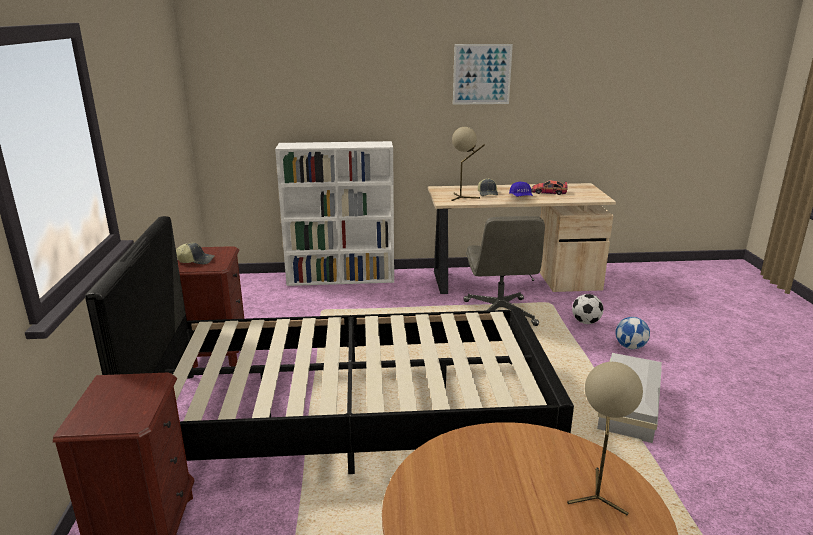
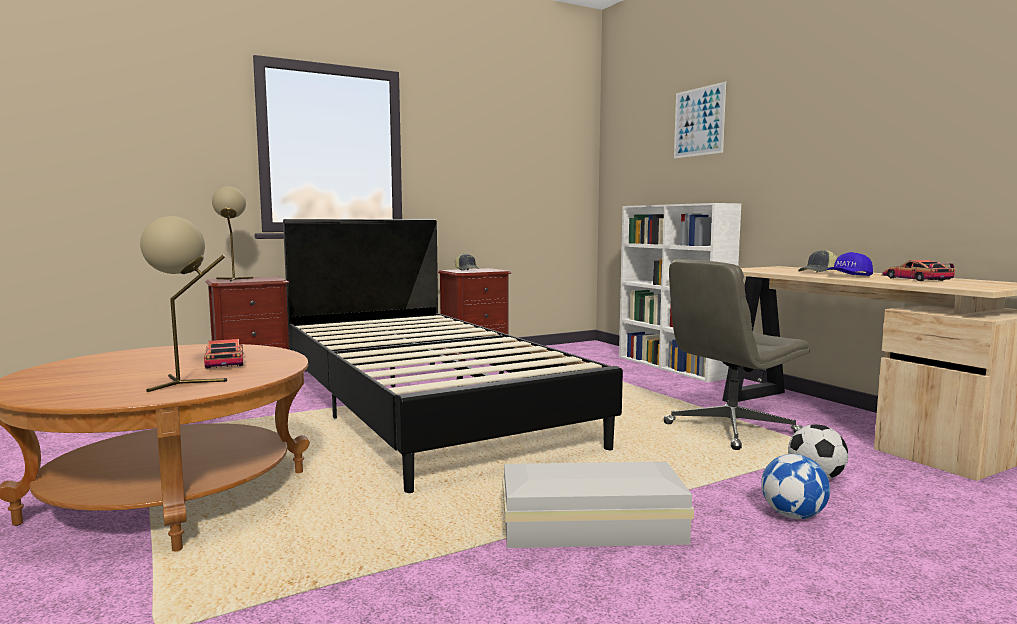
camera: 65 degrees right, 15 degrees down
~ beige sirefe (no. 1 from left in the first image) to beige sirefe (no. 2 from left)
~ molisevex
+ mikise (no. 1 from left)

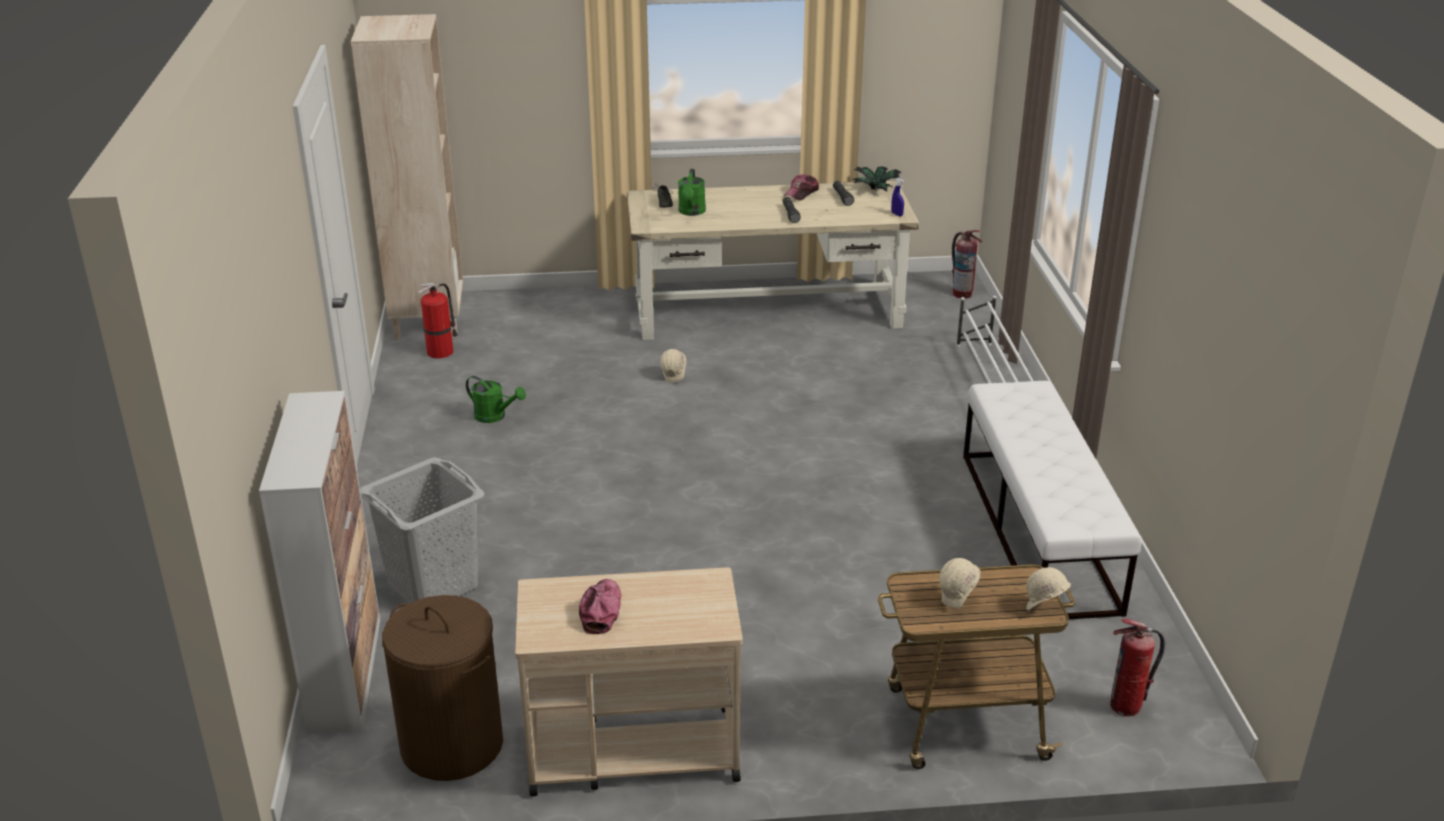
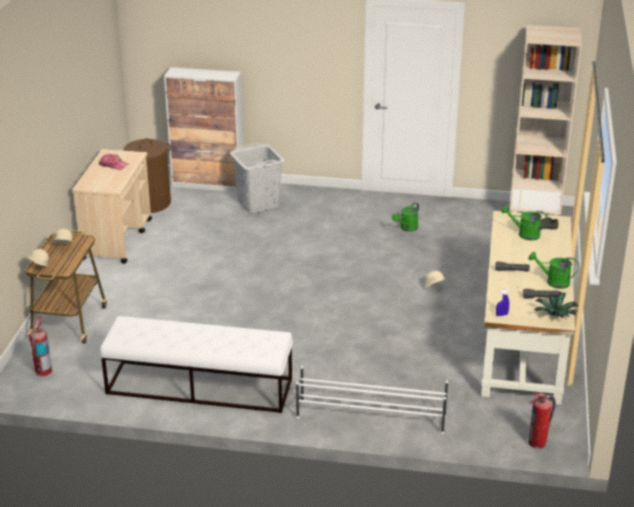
camera: 105 degrees right, 0 degrees up
- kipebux (no. 1 from left)
~ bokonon (no. 2 from left) to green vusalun (no. 3 from left)

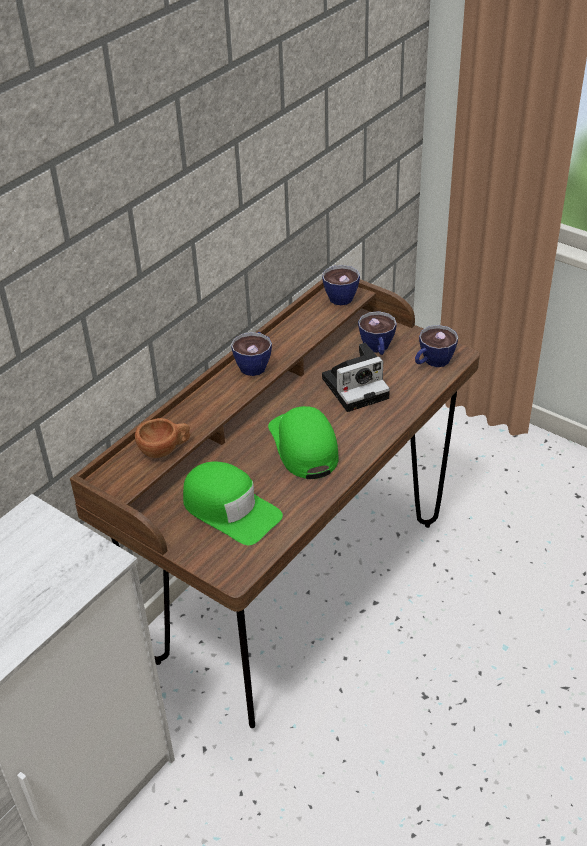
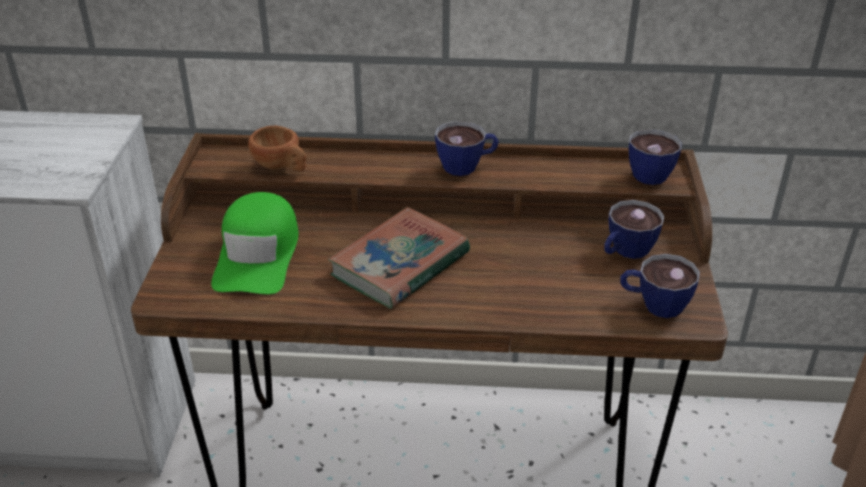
camera: 55 degrees right, 5 degrees down
~ green bokonon (no. 2 from left) to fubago
- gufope

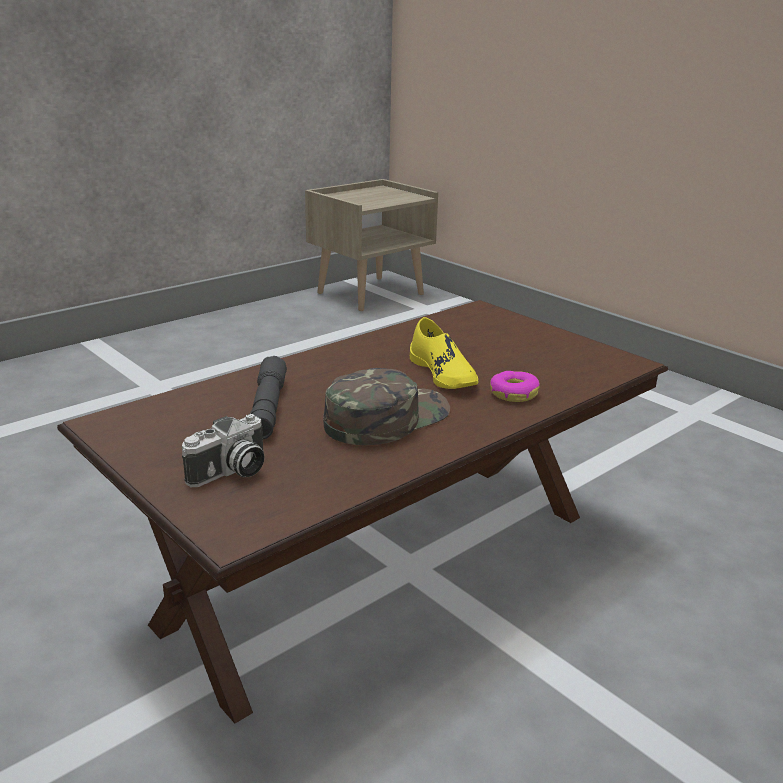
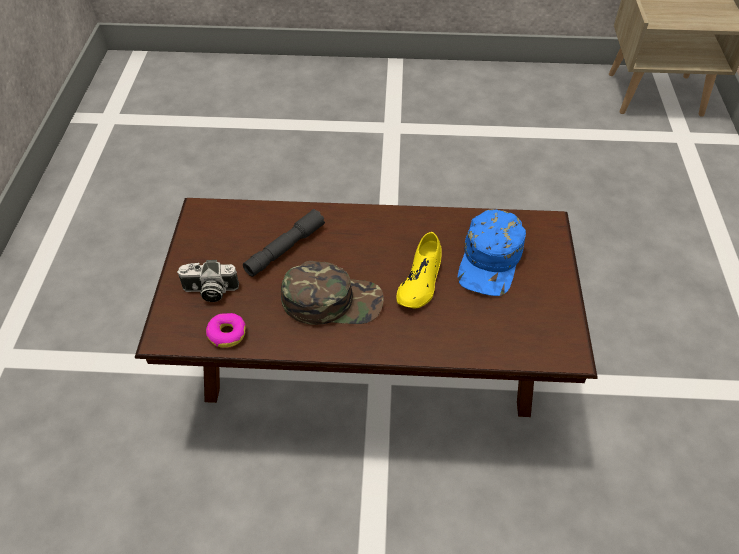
camera: 45 degrees right, 25 degrees up
~ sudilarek
+ blue bokonon

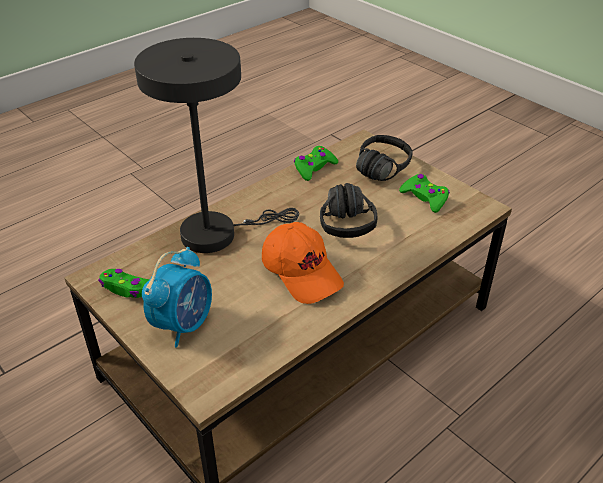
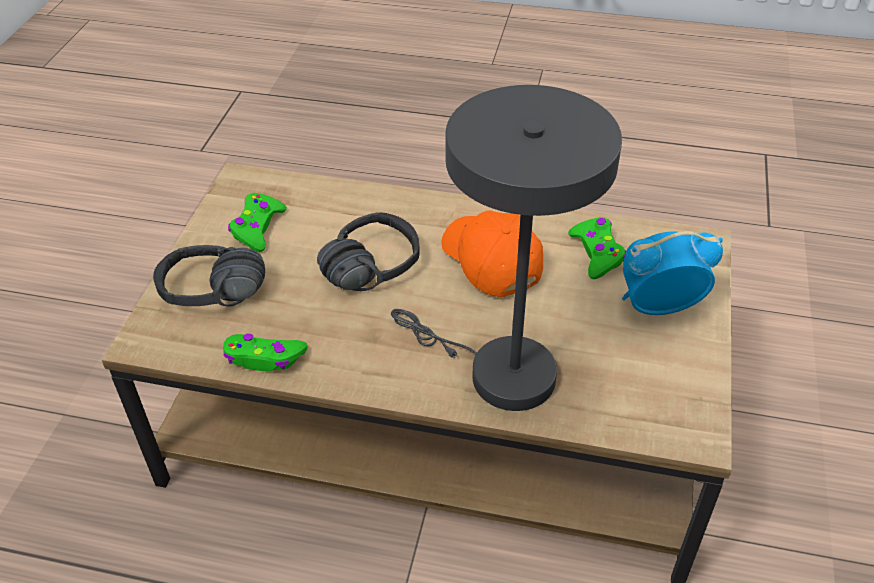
camera: 125 degrees left, 5 degrees up
~ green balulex (no. 1 from left in the first image) to green balulex (no. 3 from left)
~ orange bokonon 45 degrees counterclockwise

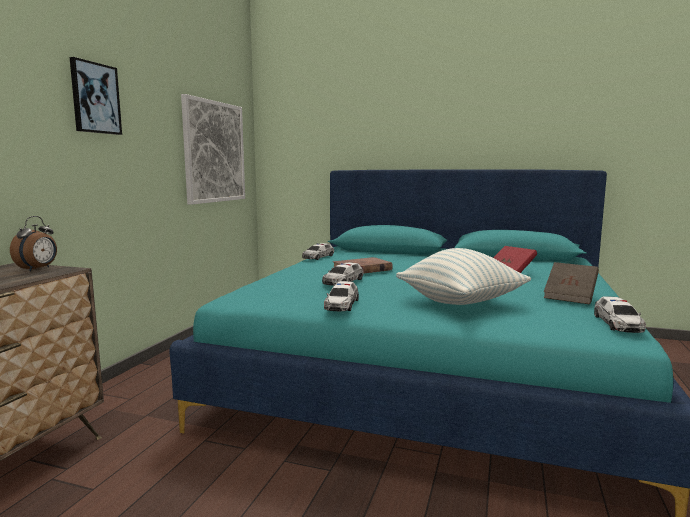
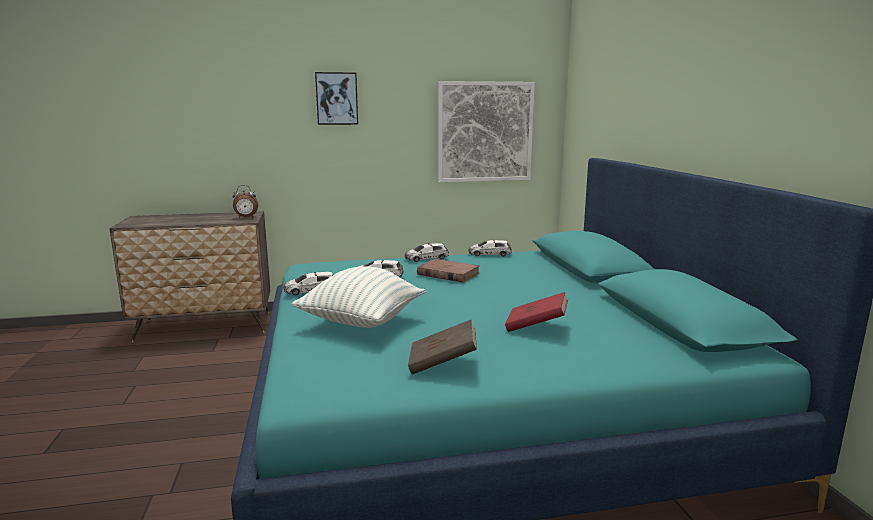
camera: 60 degrees right, 5 degrees up
~ mikise (no. 4 from left in the first image) to mikise (no. 3 from left)

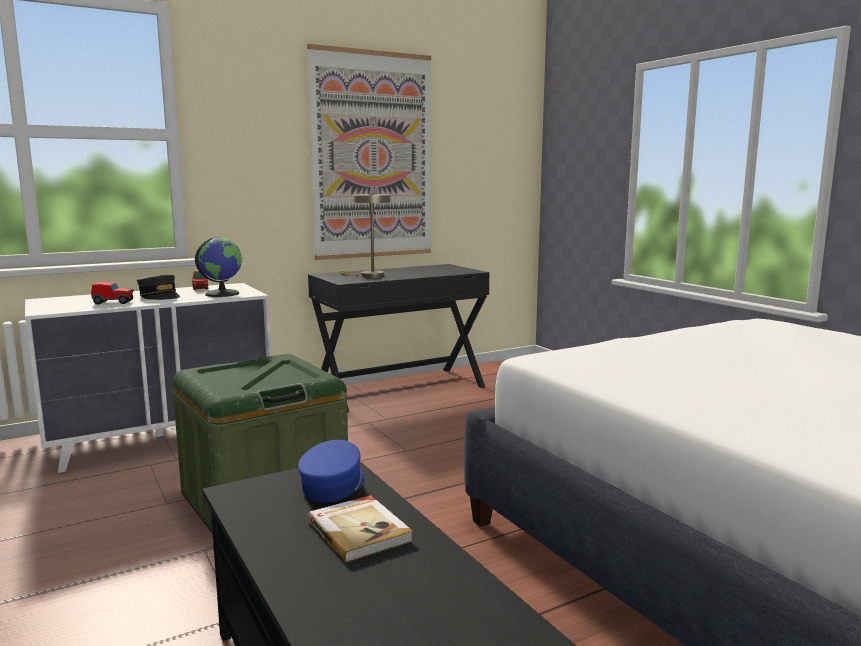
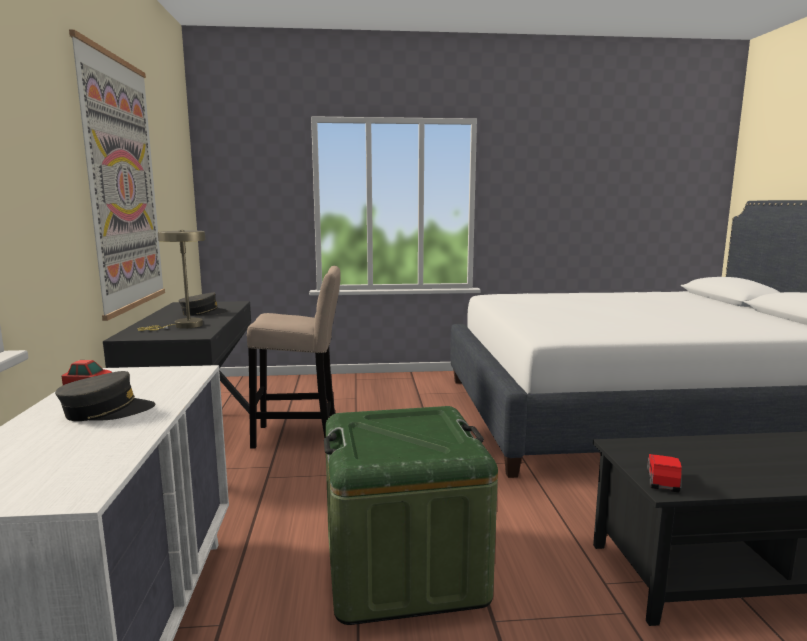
camera: 65 degrees left, 0 degrees up
~ mikise (no. 1 from left in the first image) to mikise (no. 2 from left)
- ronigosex
- blue bokonon
- fubago
+ grey bokonon (no. 2 from left)
+ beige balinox

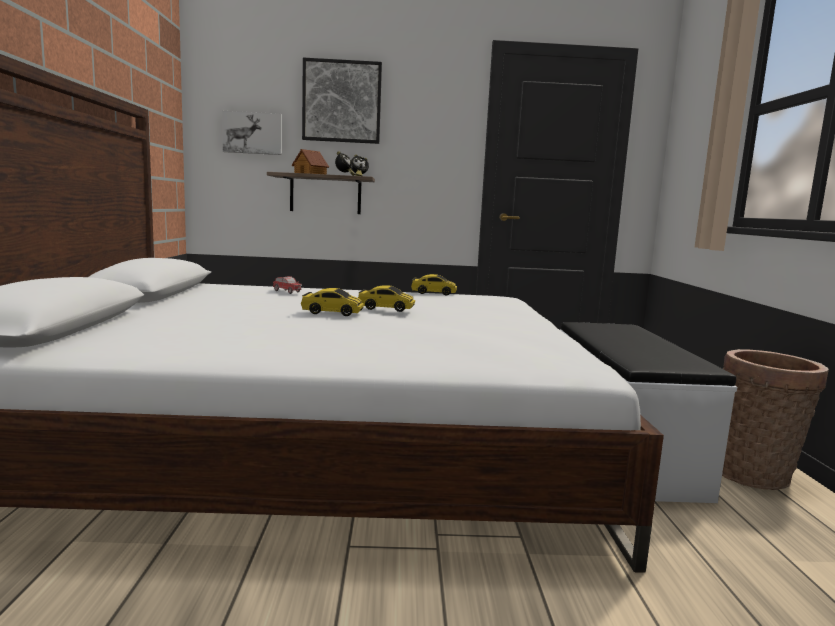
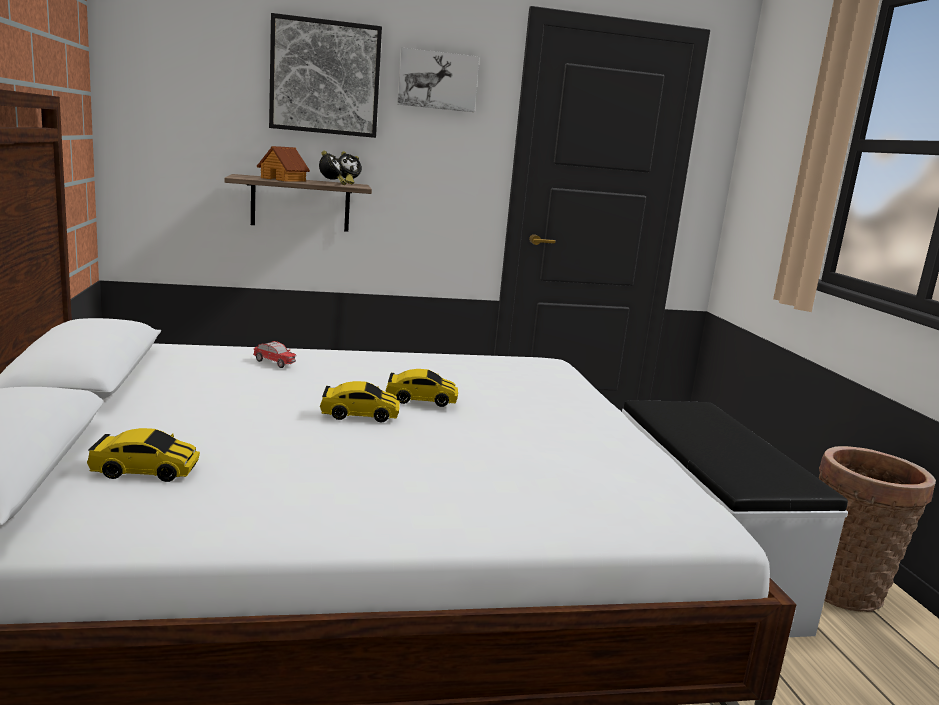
camera: 10 degrees left, 5 degrees up
~ molisevex (no. 1 from left in the first image) to molisevex (no. 2 from left)
~ mikise (no. 4 from left in the first image) to mikise (no. 1 from left)

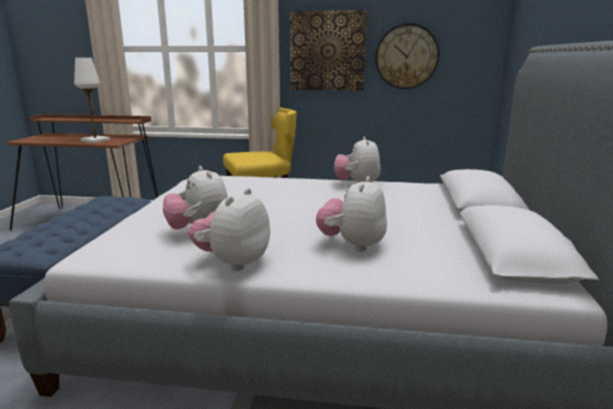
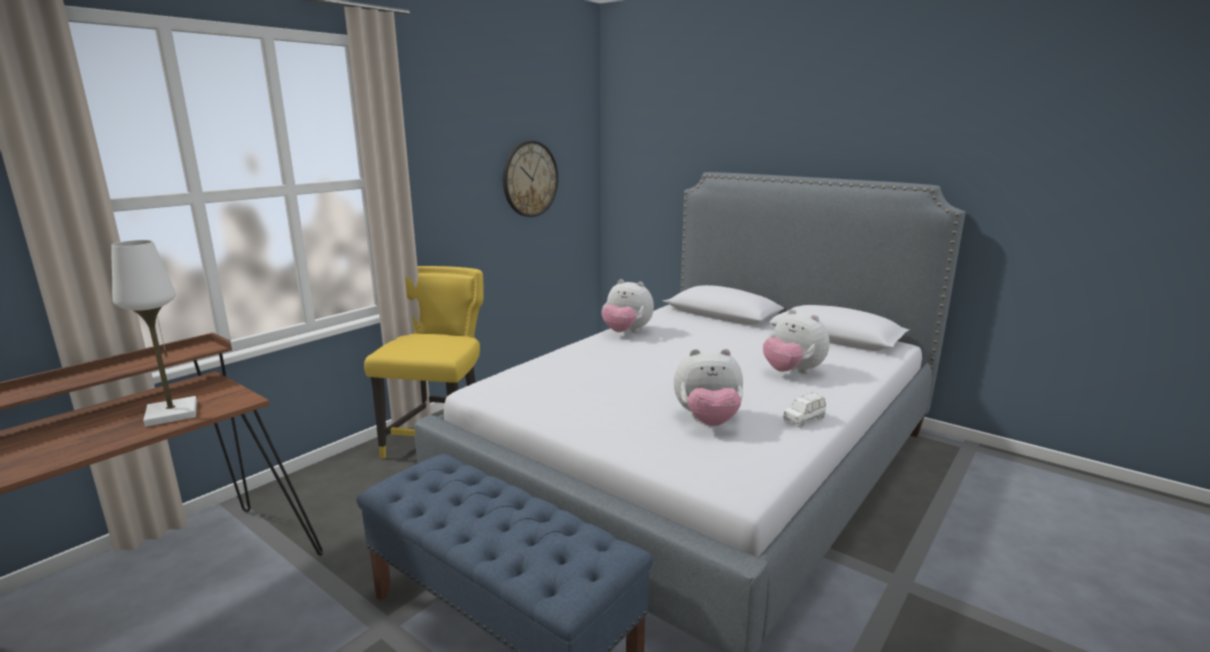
camera: 60 degrees left, 0 degrees up
~ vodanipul (no. 2 from left) to white mikise
- molisevex

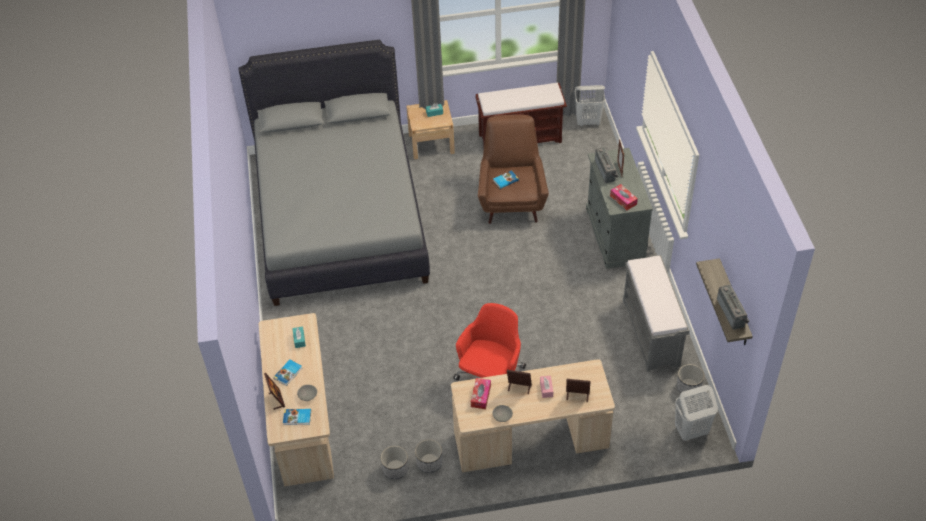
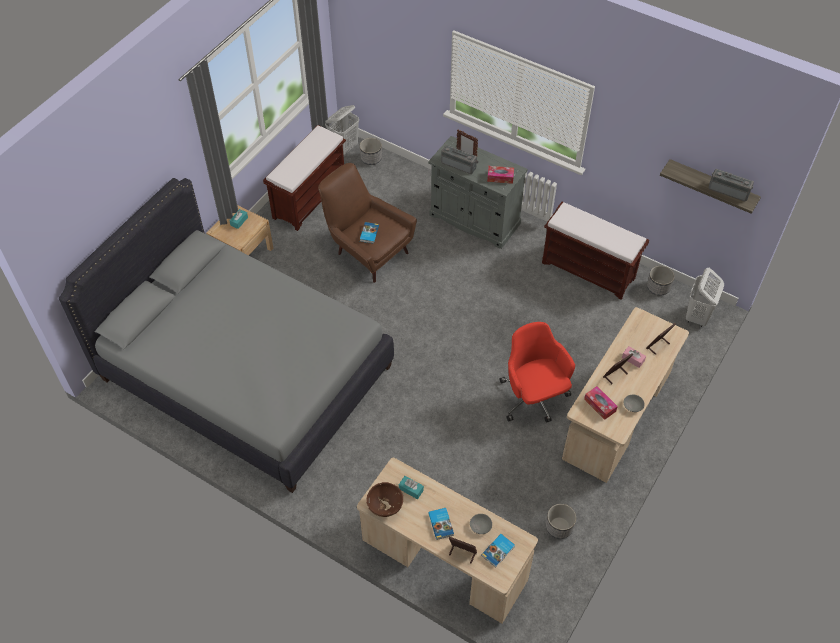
camera: 50 degrees left, 5 degrees up
~ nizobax (no. 2 from left in the first image) to nizobax (no. 1 from left)
~ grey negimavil to brown negimavil (no. 2 from left)
+ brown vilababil

